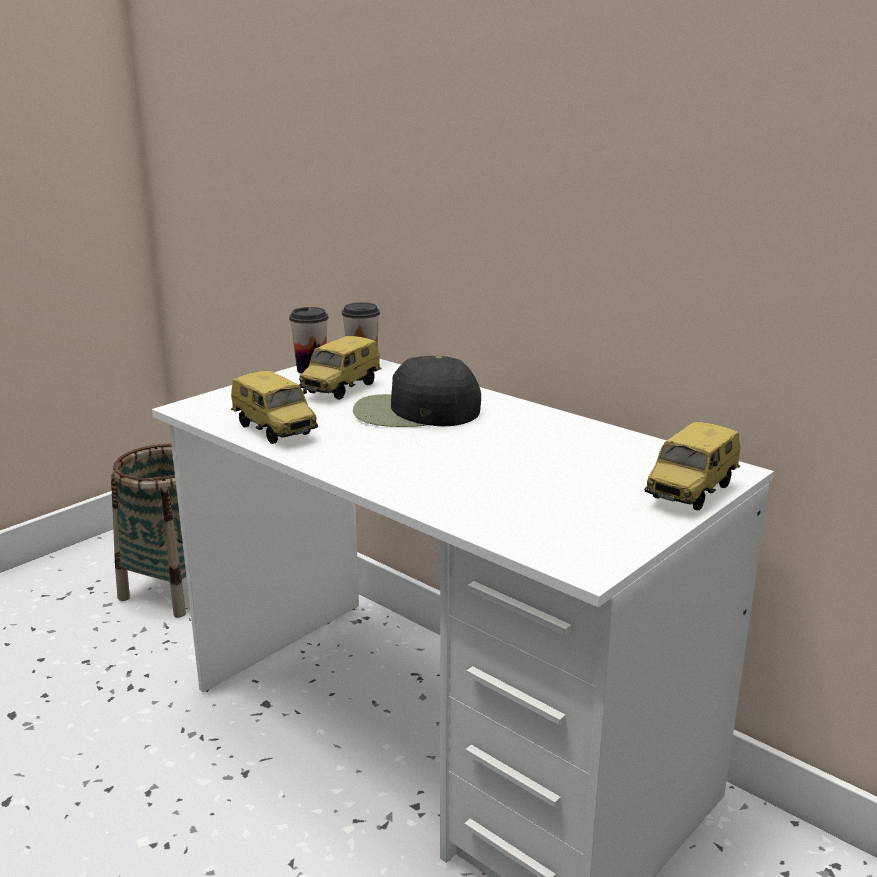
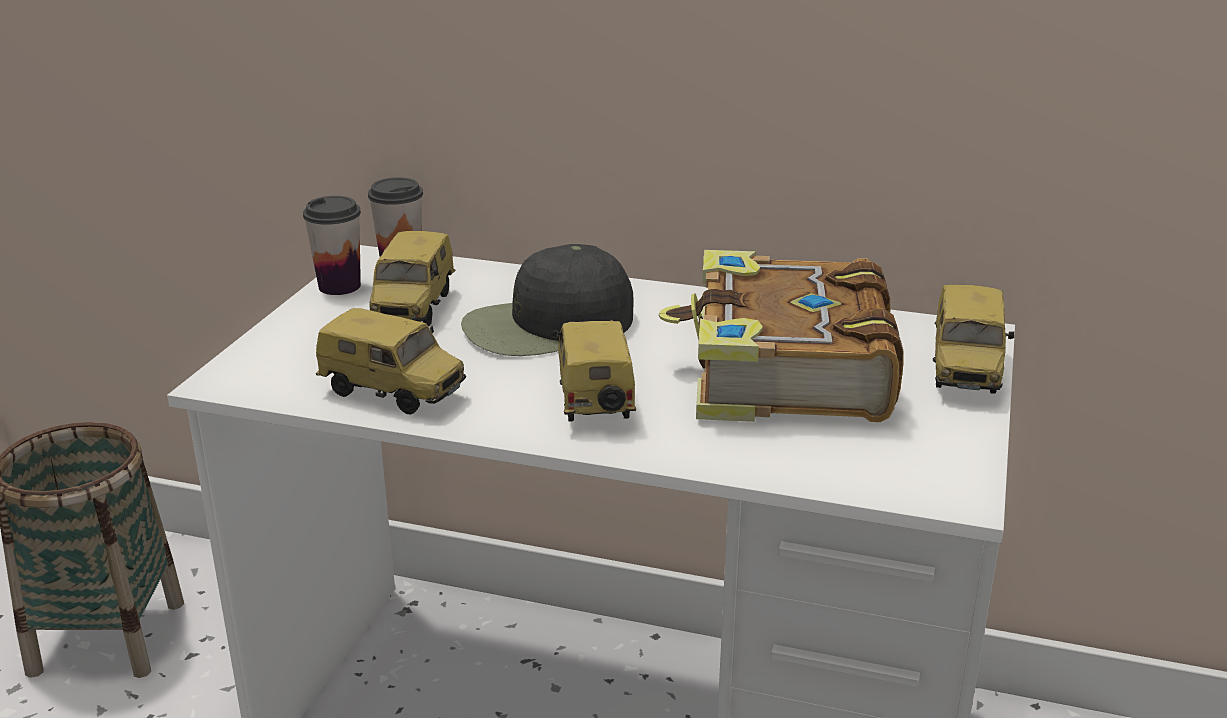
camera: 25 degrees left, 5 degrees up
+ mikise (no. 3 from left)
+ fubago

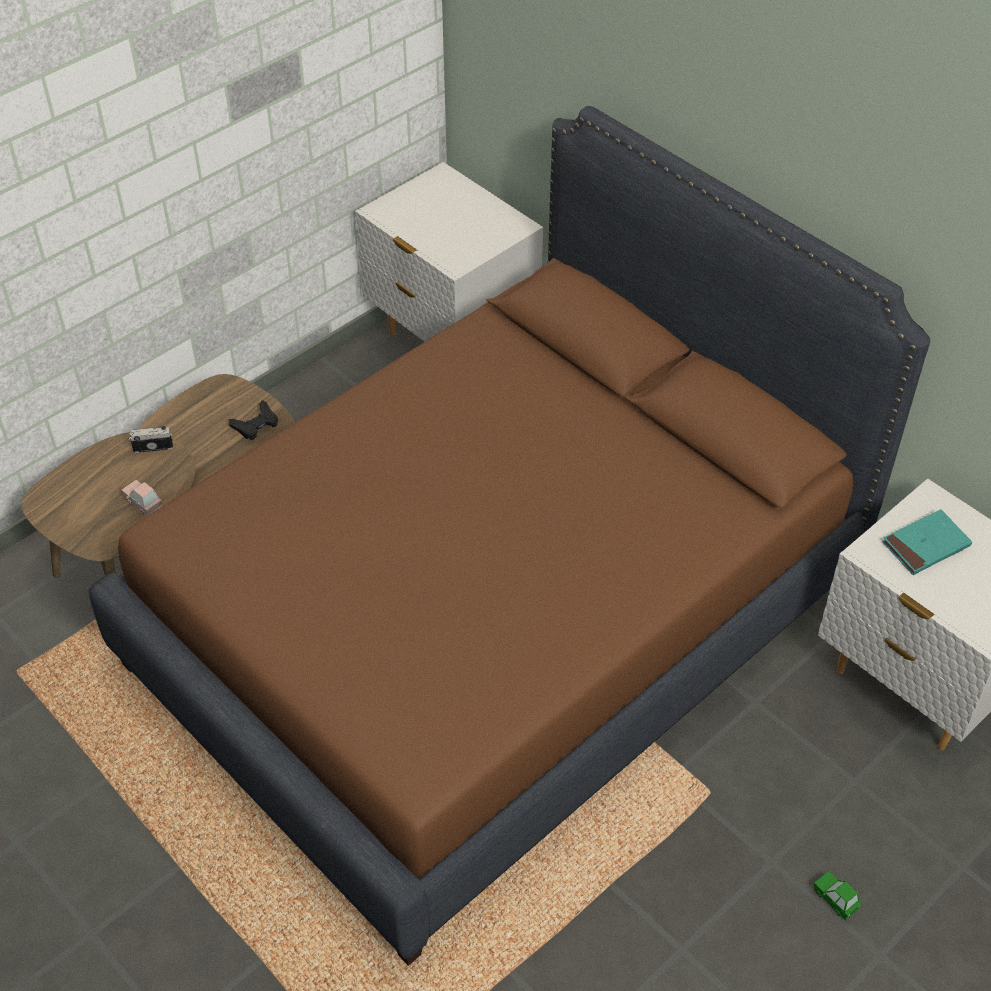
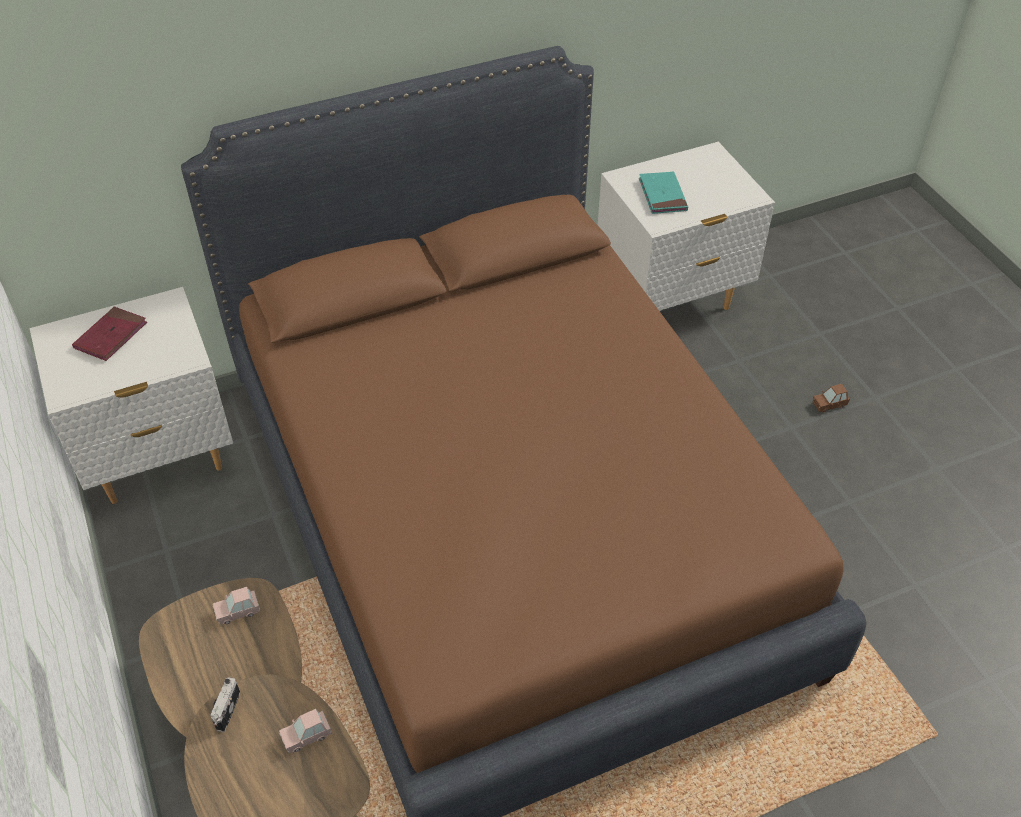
camera: 70 degrees left, 0 degrees up
~ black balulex to pink mikise (no. 1 from left)
~ green mikise to brown mikise
+ red fubago

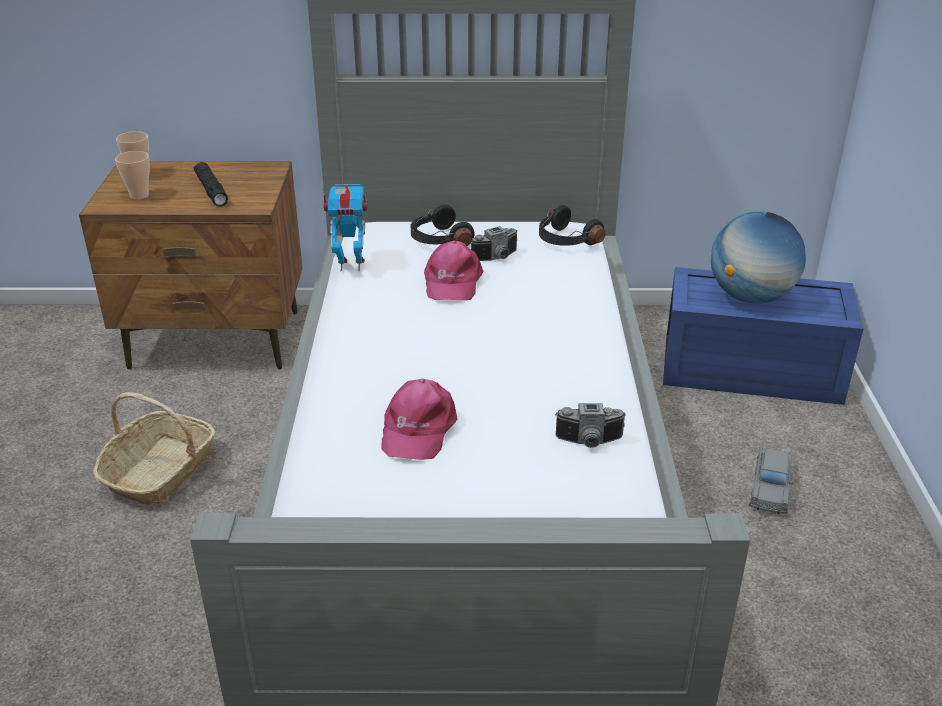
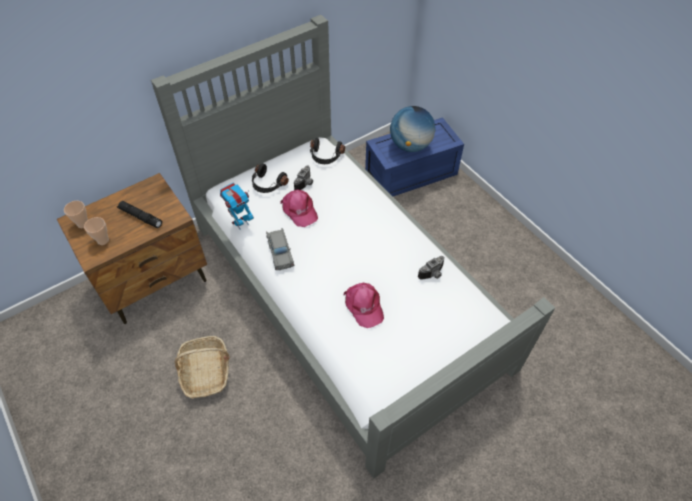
camera: 35 degrees left, 20 degrees up
~ grey mikise

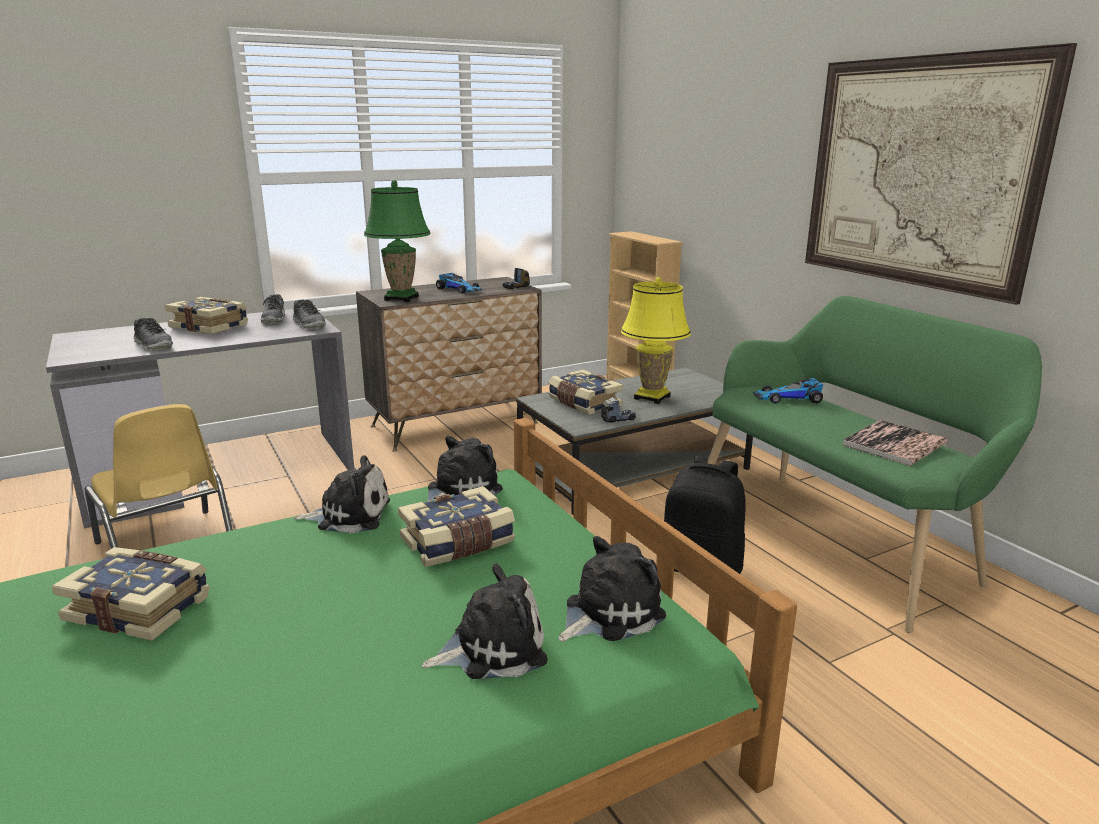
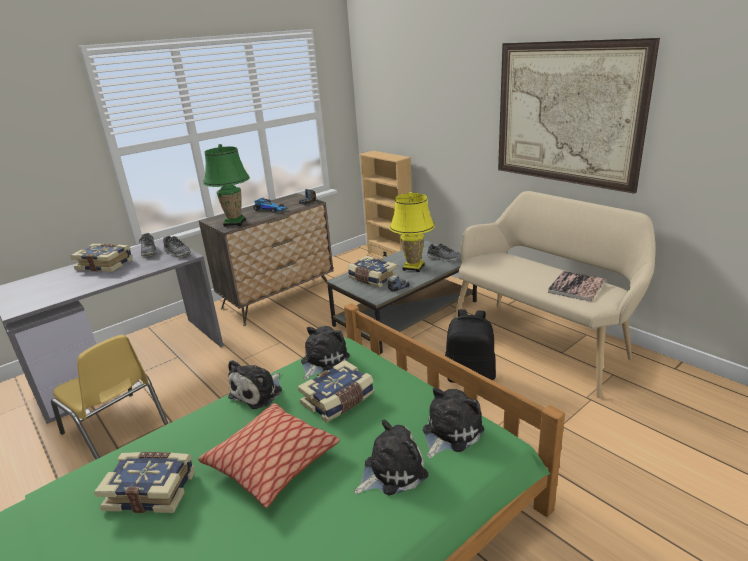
camera: 10 degrees left, 5 degrees up
~ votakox (no. 1 from left in the first image) to votakox (no. 3 from left)
~ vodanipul (no. 1 from left) 135 degrees clockwise
~ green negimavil to beige negimavil
- mikise (no. 2 from left)
+ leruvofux

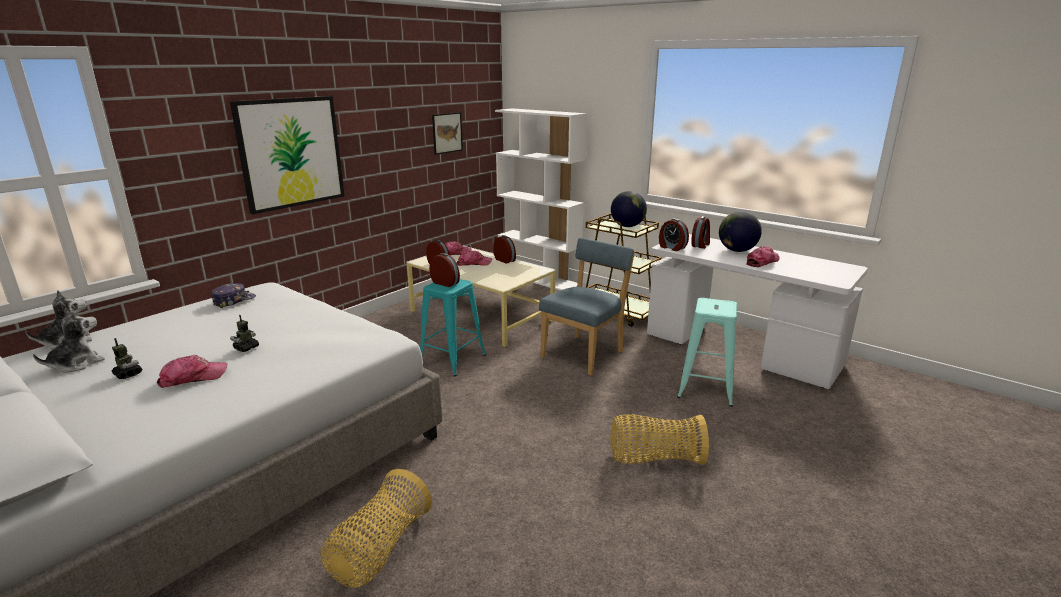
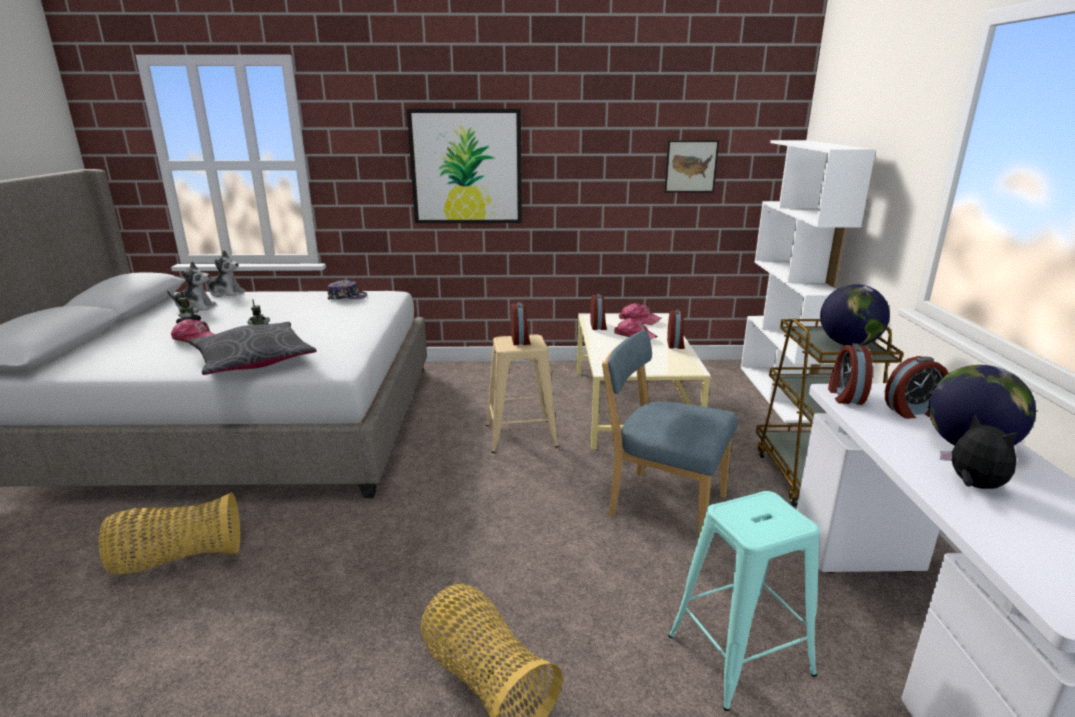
camera: 50 degrees right, 0 degrees up
~ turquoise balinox (no. 1 from left) to beige balinox
~ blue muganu 150 degrees counterclockwise
~ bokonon (no. 5 from left) to vodanipul (no. 3 from left)
+ grey leruvofux

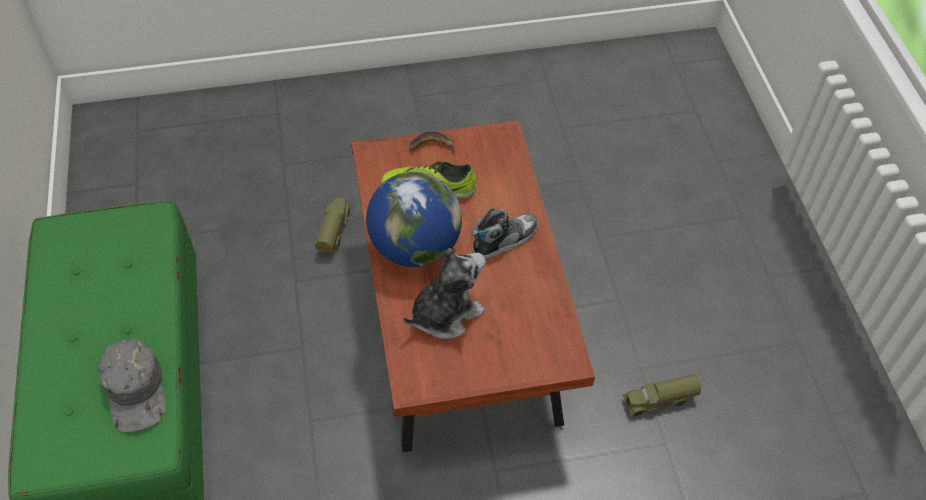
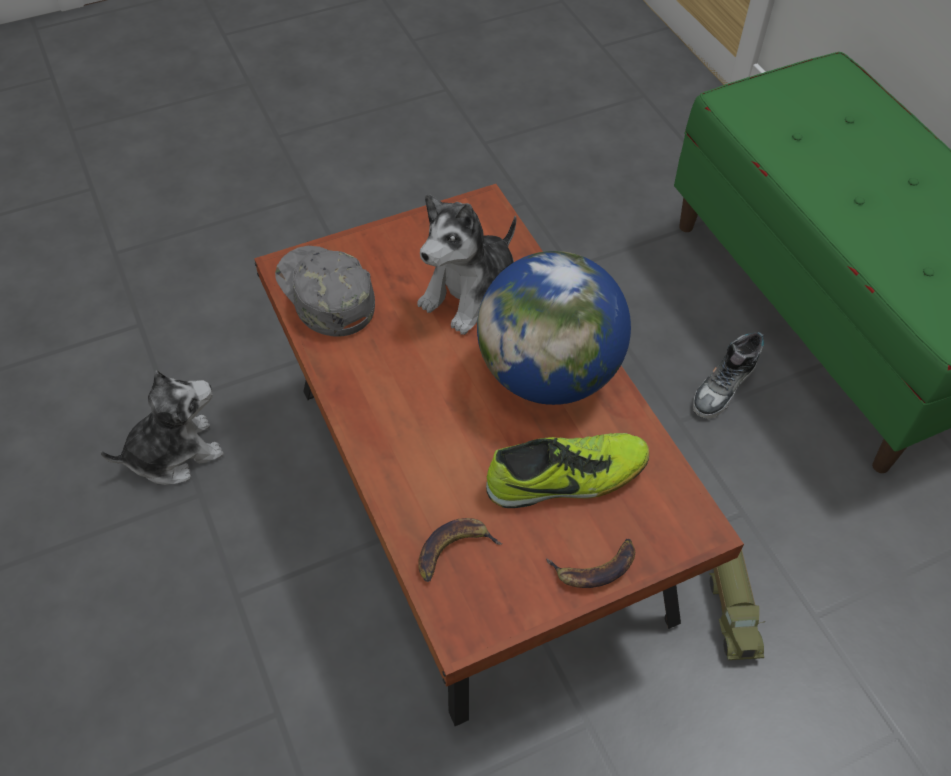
camera: 165 degrees right, 0 degrees up
~ grey bokonon
~ votakox (no. 2 from left)
~ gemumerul (no. 2 from left) to vodanipul (no. 1 from left)
+ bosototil (no. 1 from left)

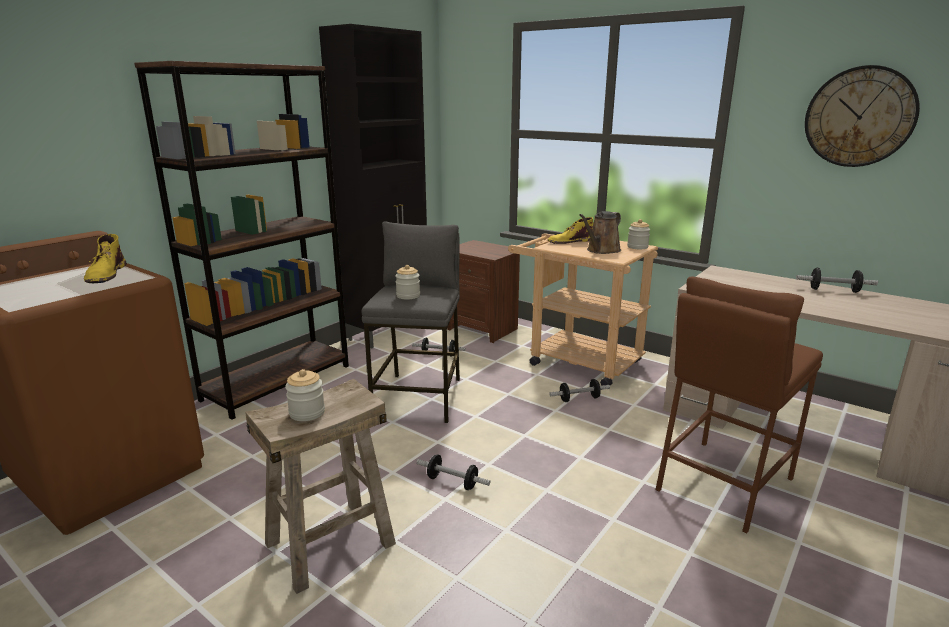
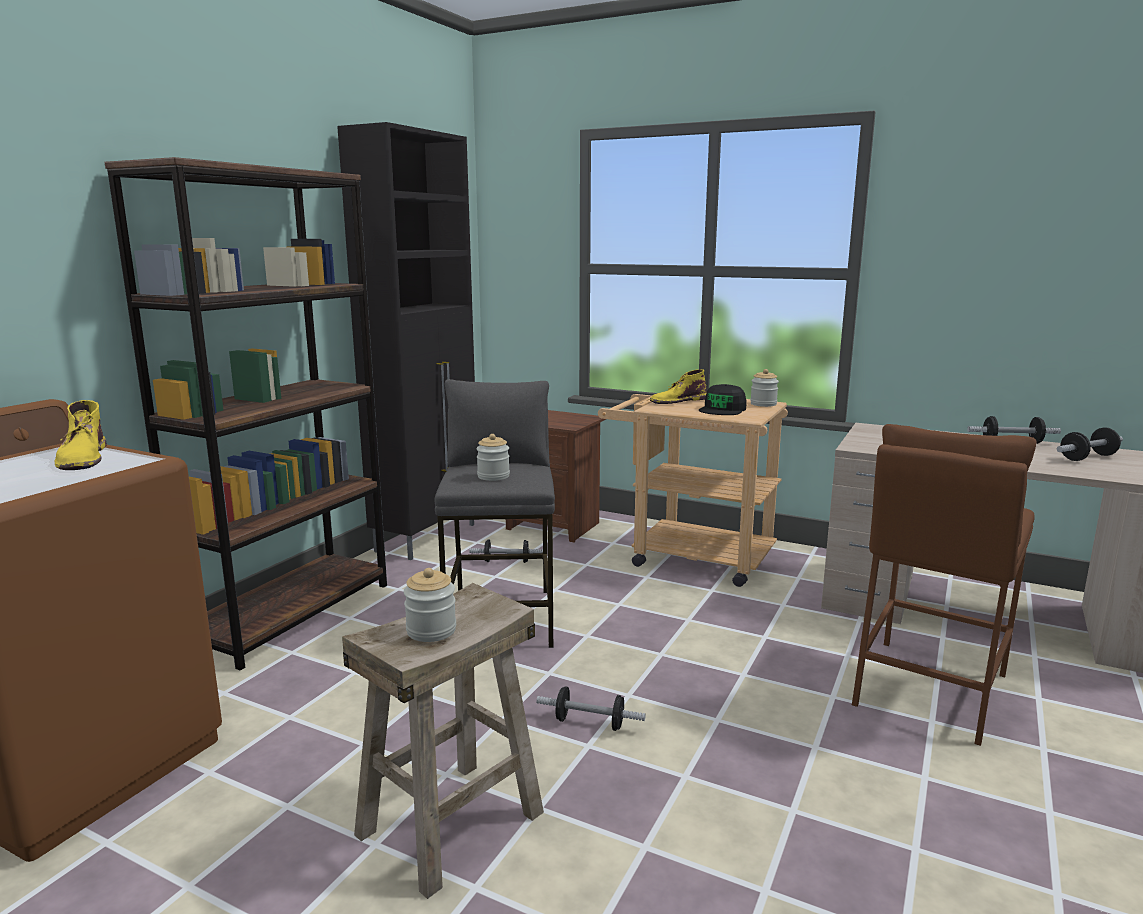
camera: 10 degrees left, 5 degrees down
~ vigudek (no. 3 from left in the first image) to vigudek (no. 4 from left)
~ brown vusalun to black bokonon
- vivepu

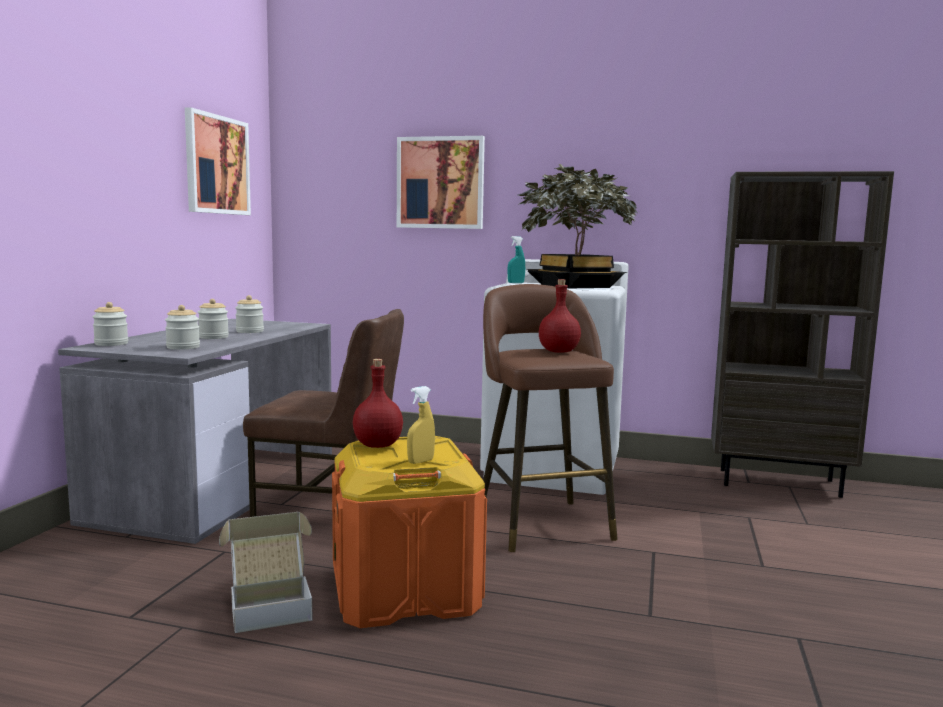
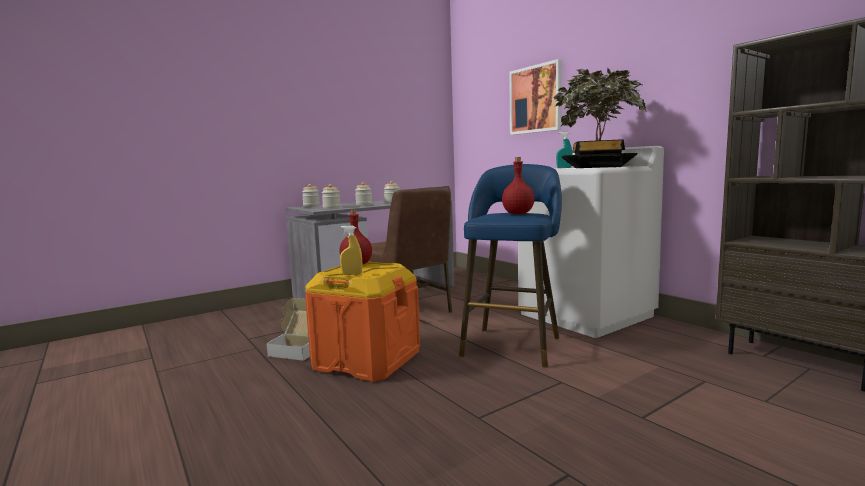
camera: 40 degrees right, 0 degrees up
- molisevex (no. 1 from left)
~ brown balinox to blue balinox

